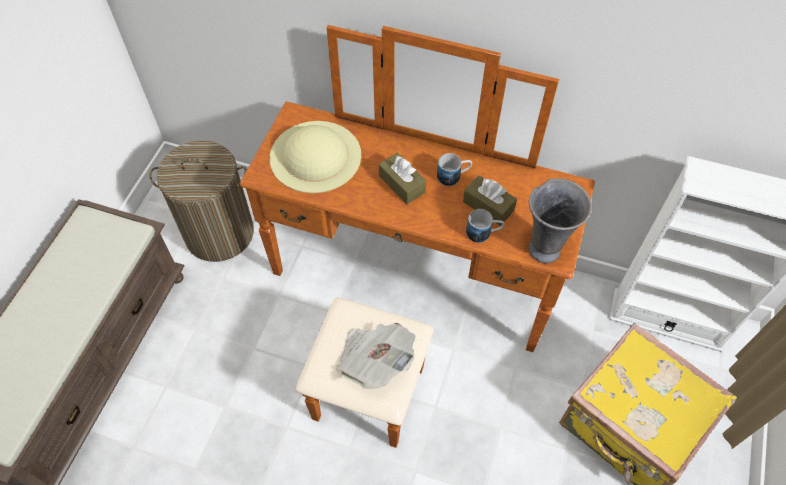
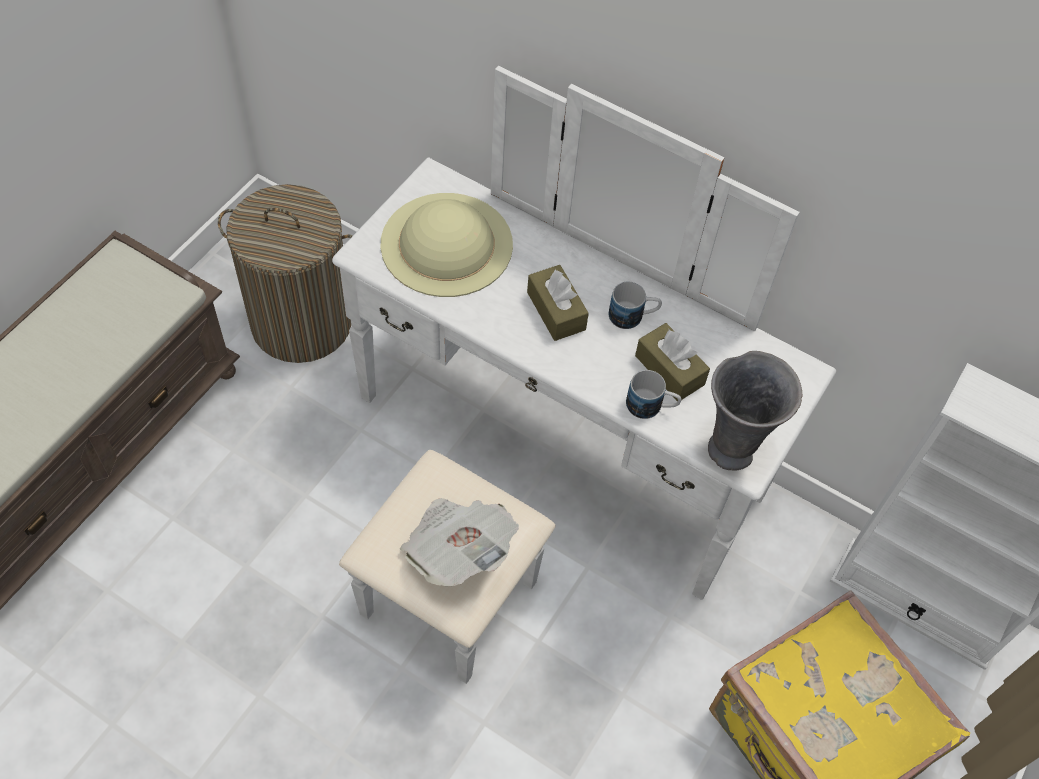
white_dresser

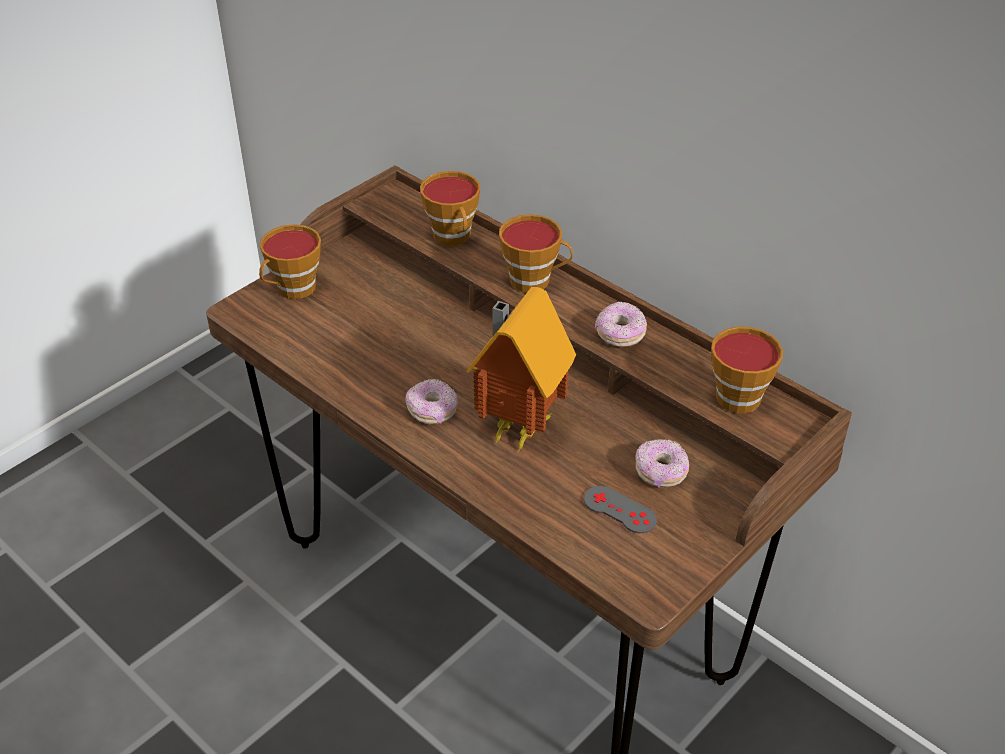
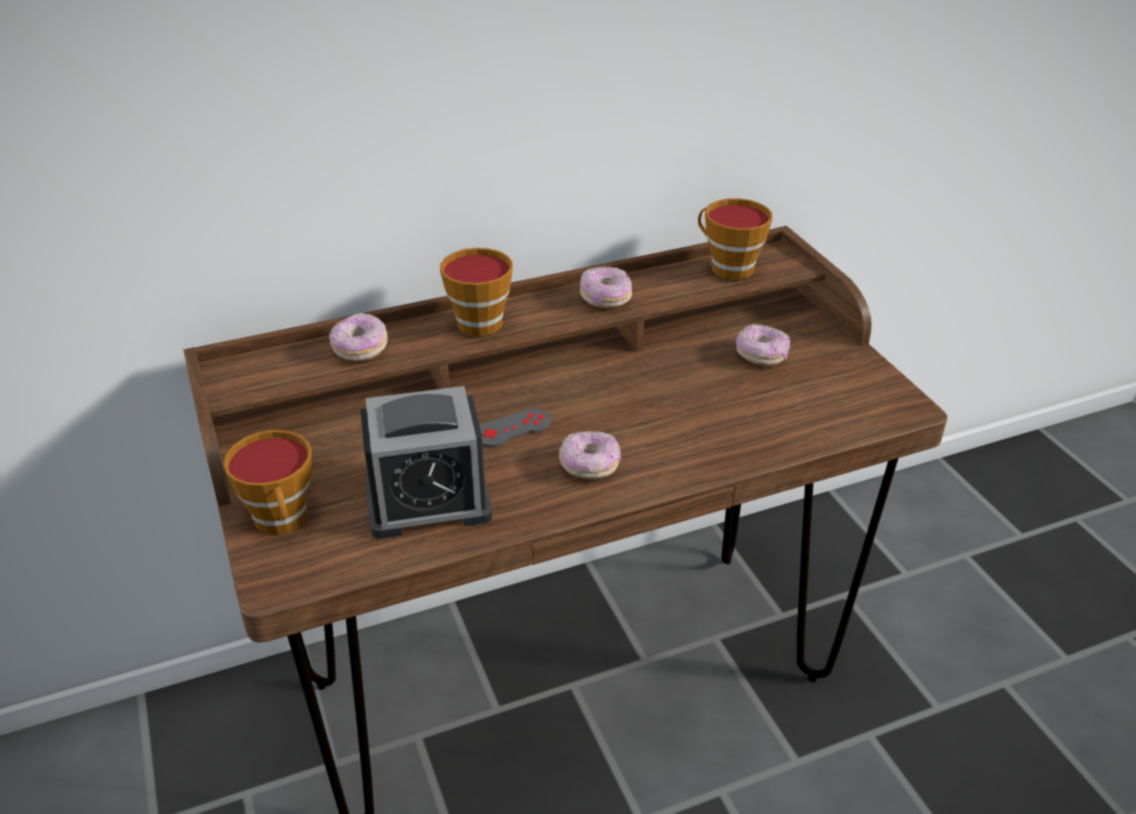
donut (1st from left)
alarm_clock
grey_game_controller
toy_house

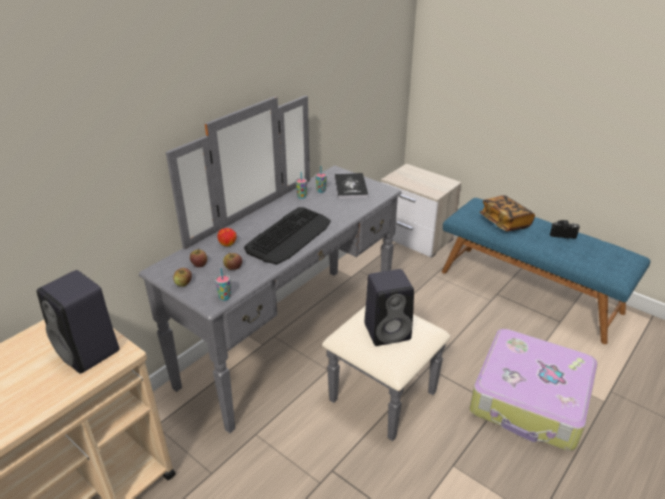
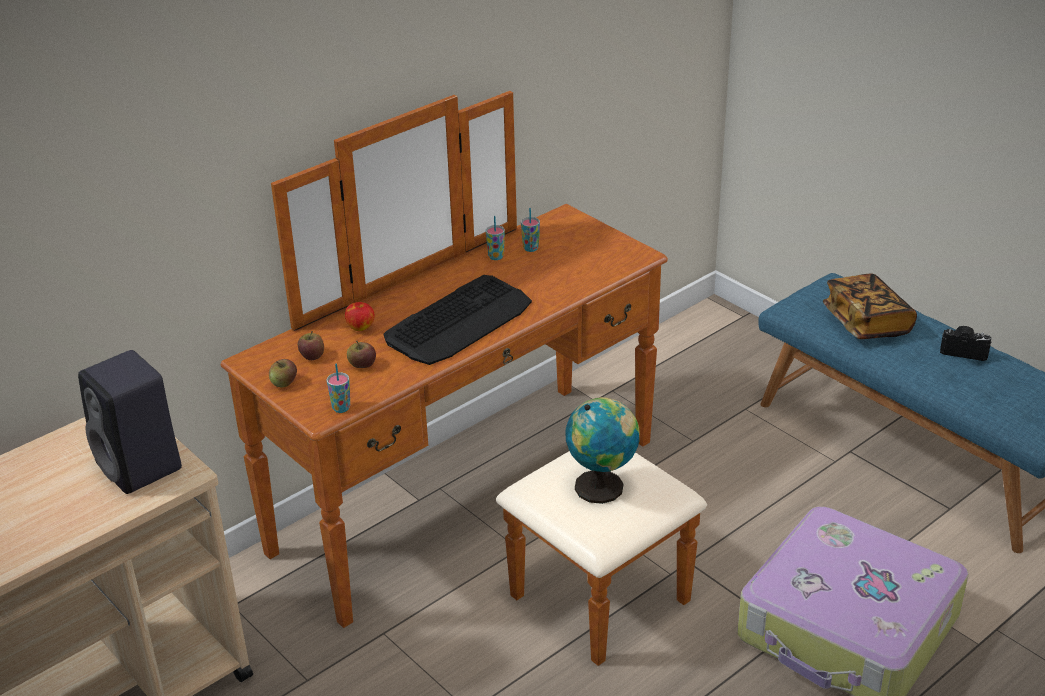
brown_dresser
globe
book (1st from left in the first image)
nightstand

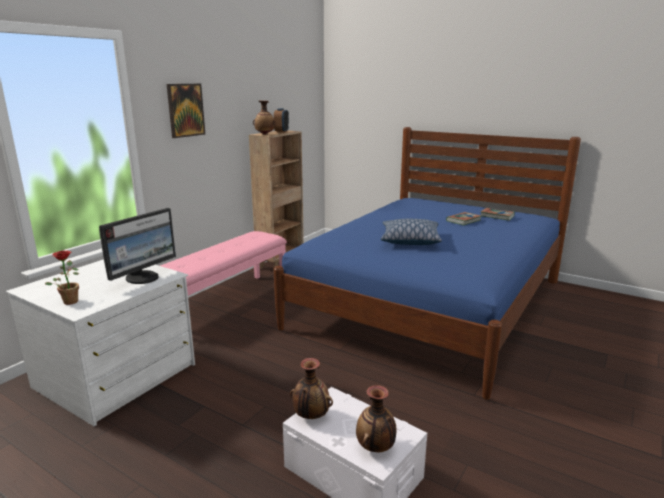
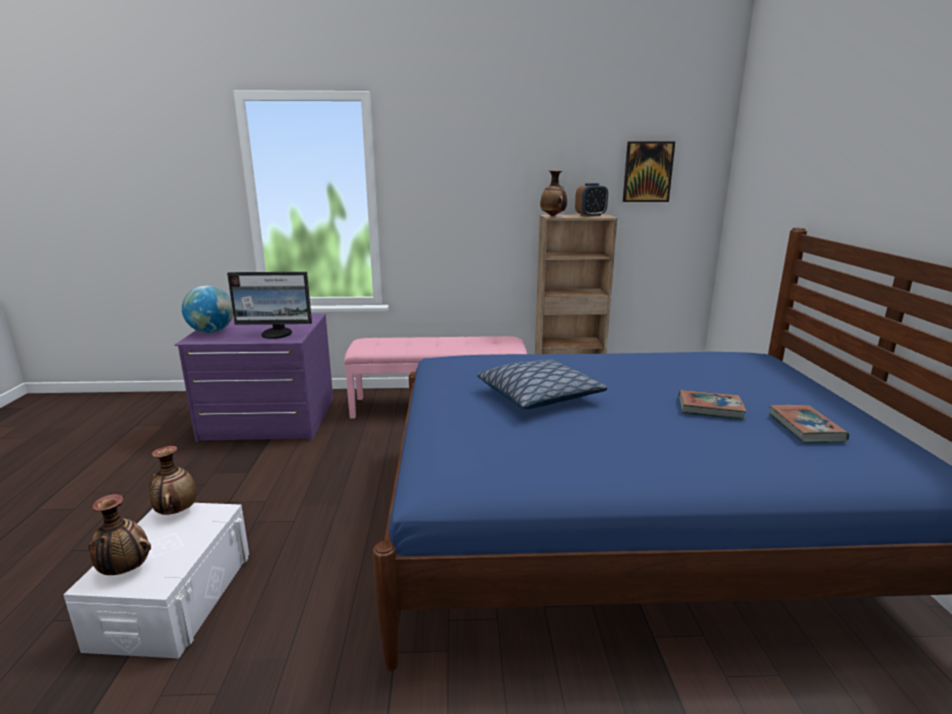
purple_dresser
globe
picture

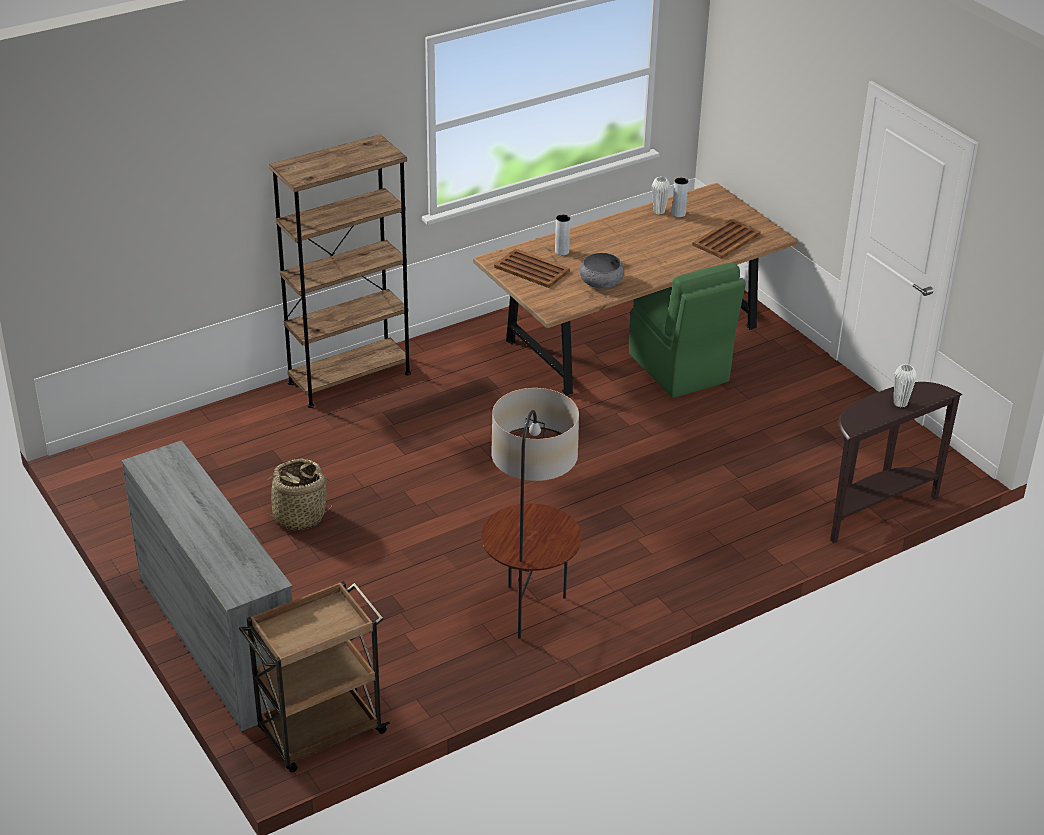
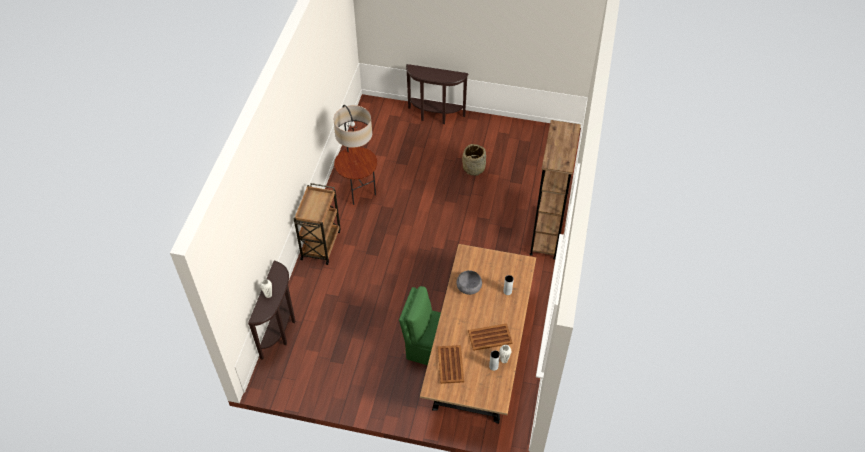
brown_cart
brown_console_table (2nd from left)
brown_tray (2nd from left)

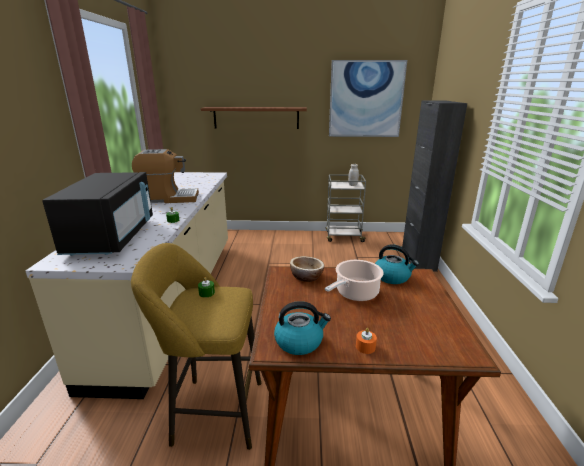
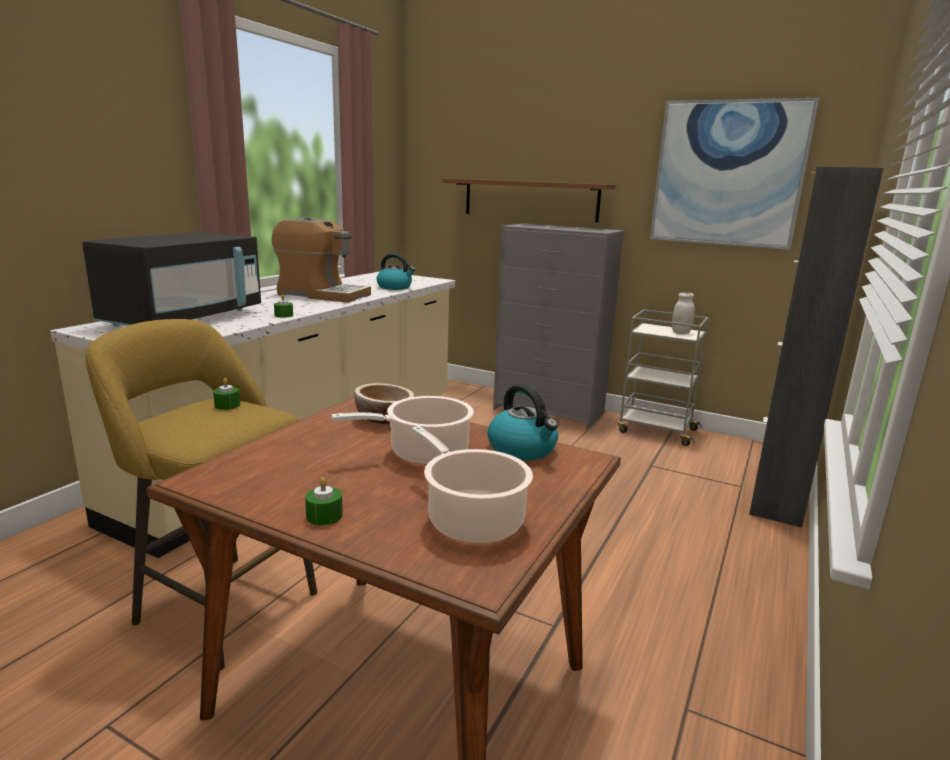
green_candle (3rd from left)
kettle (1st from left)
cooking_pot (2nd from left)
grey_dresser

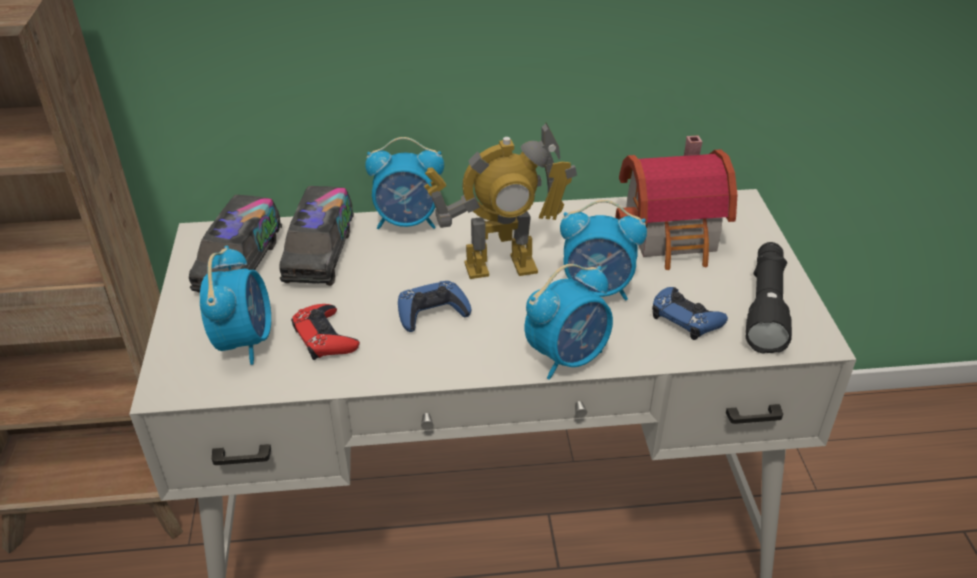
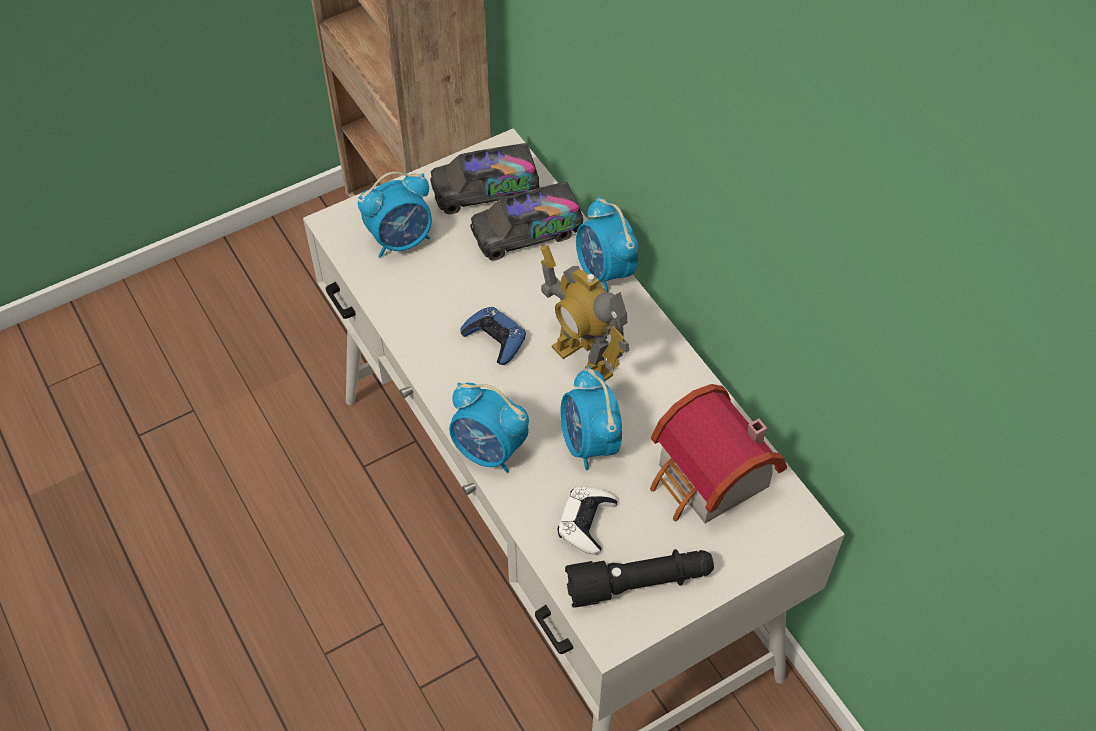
white_game_controller
red_game_controller

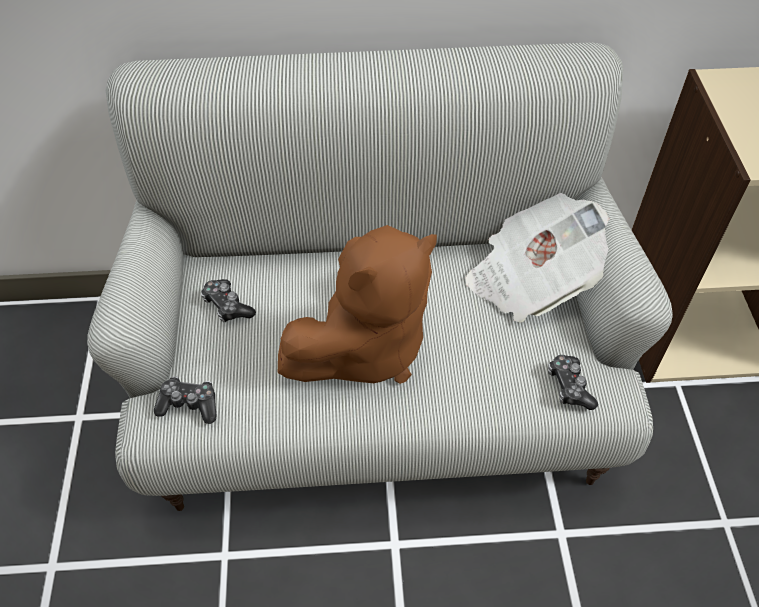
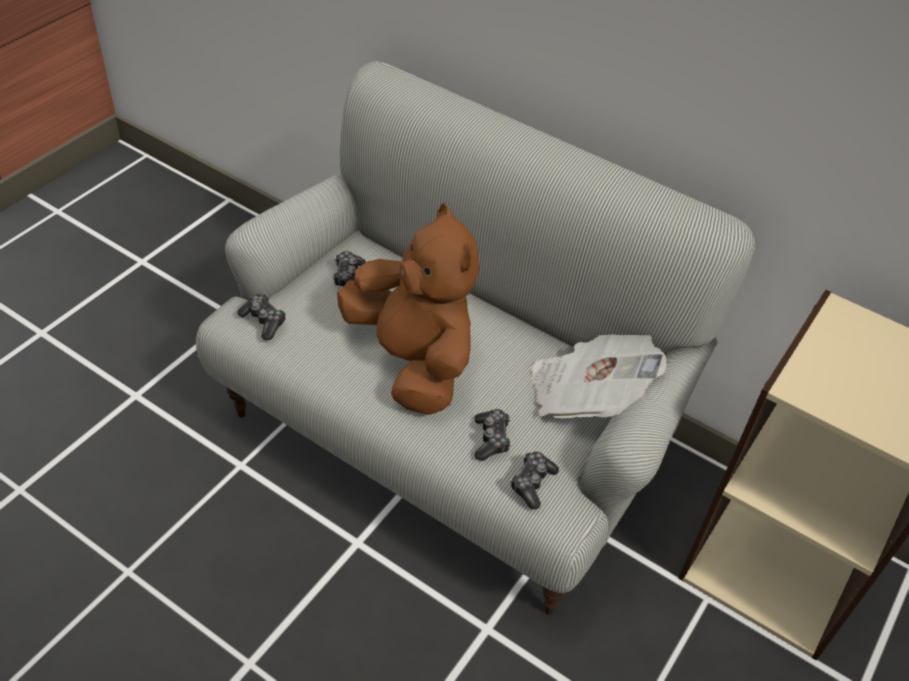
brown_plush_toy
game_controller (3rd from left)

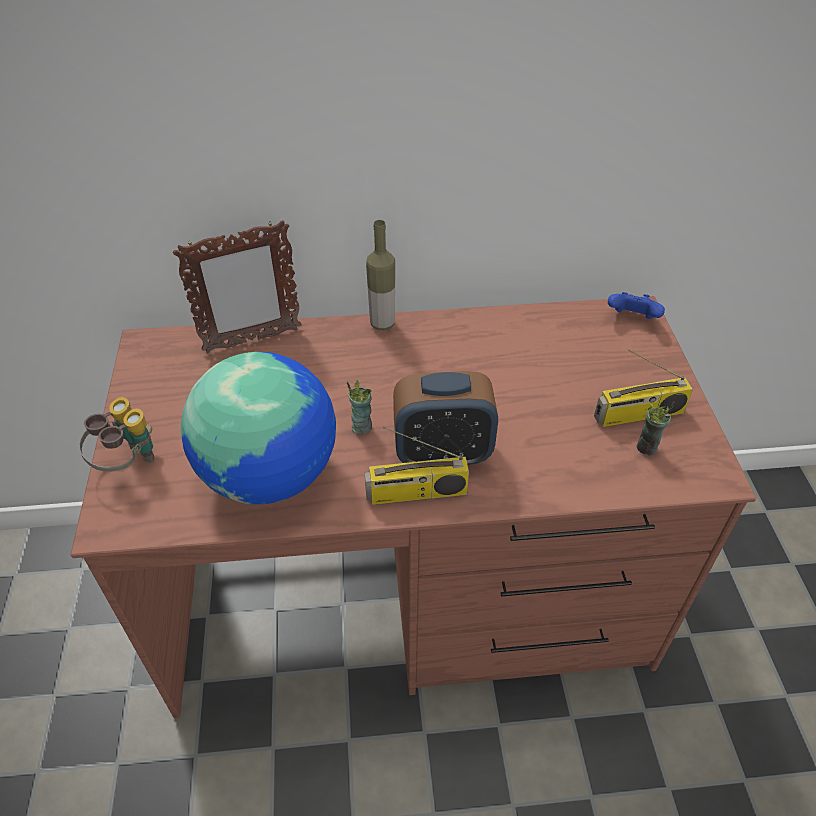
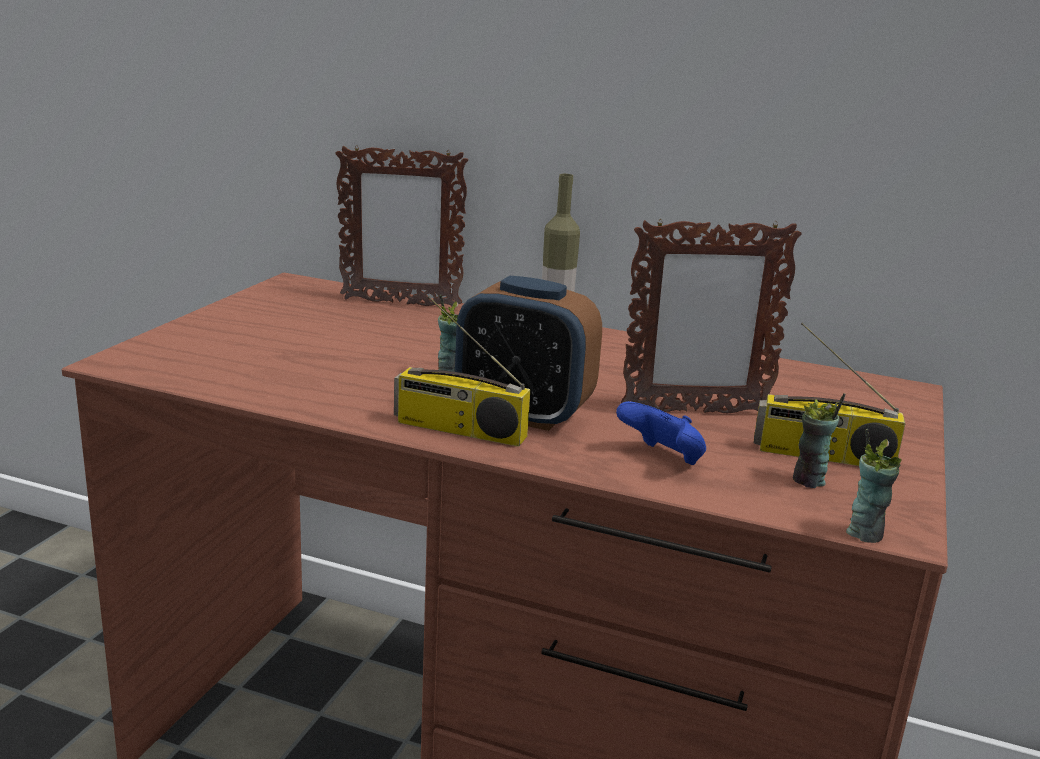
blue_game_controller
picture_frame (2nd from left)
cup (3rd from left)
binoculars
globe

